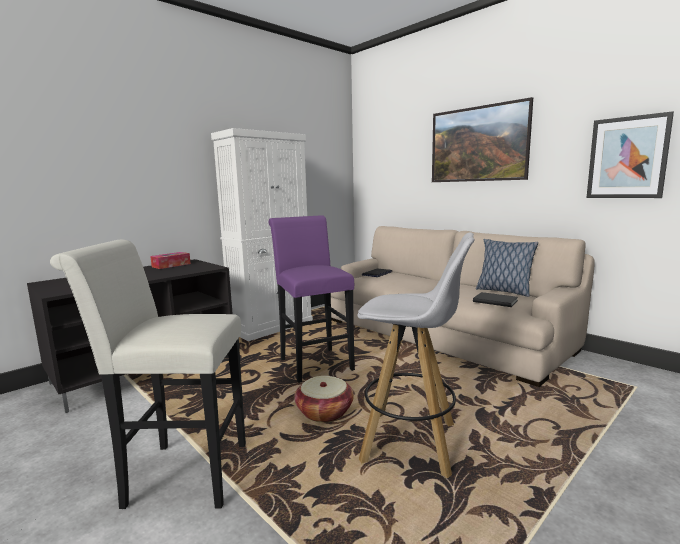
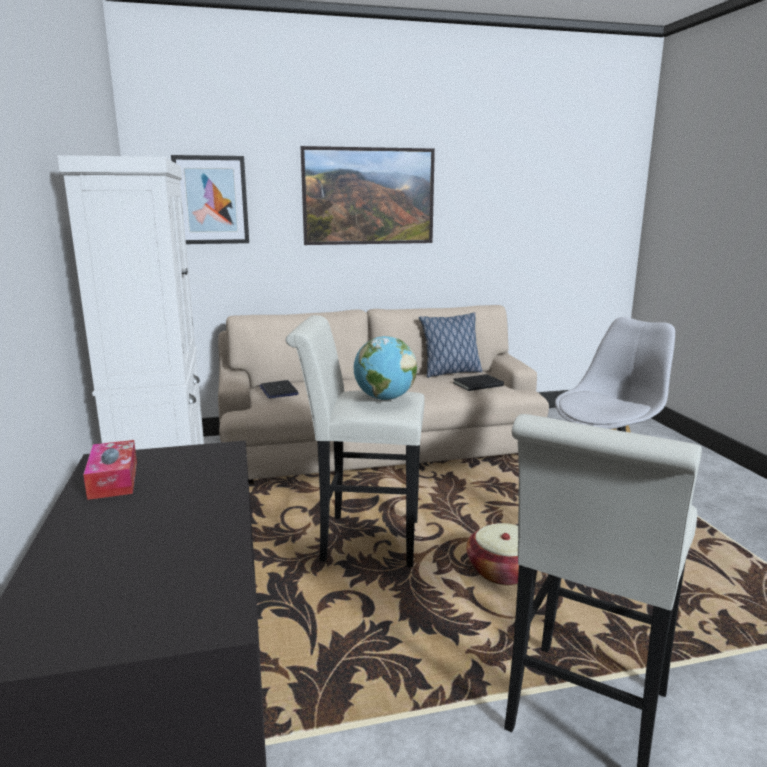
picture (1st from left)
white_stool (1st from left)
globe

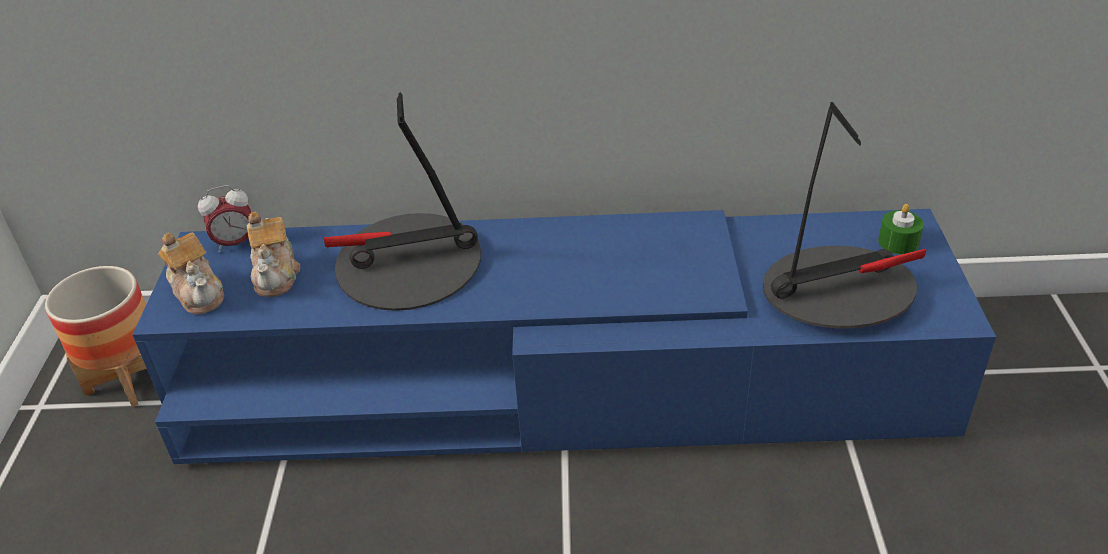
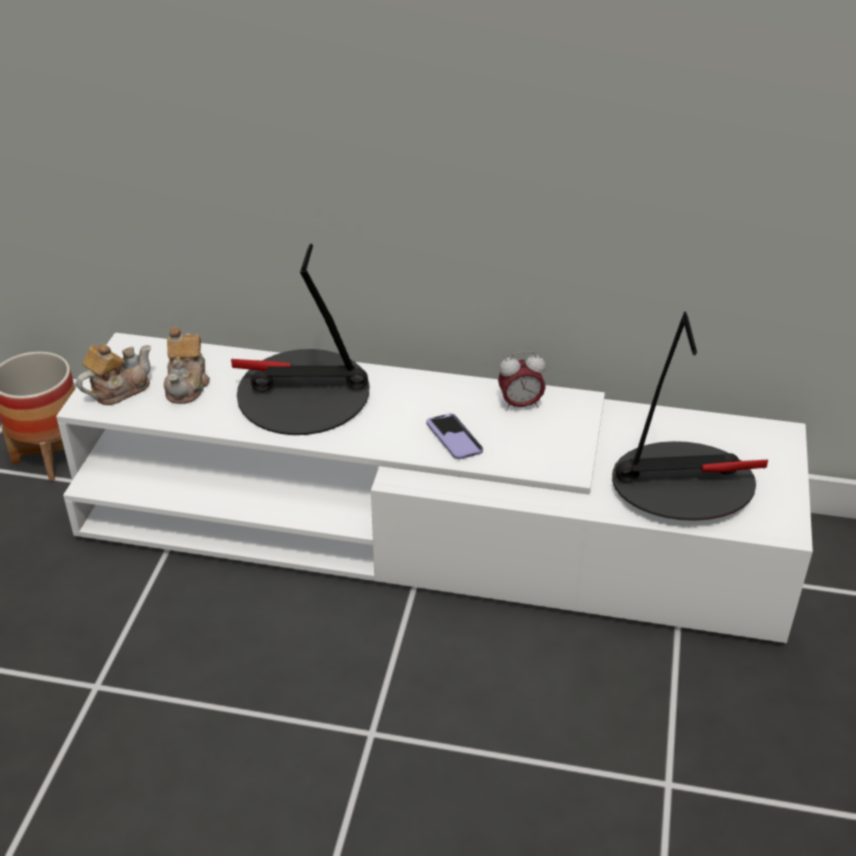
white_tv_stand
teapot (1st from left)
phone
alarm_clock
green_candle

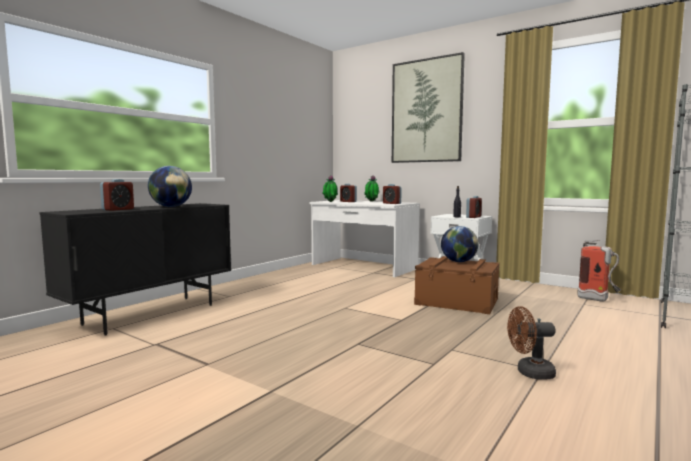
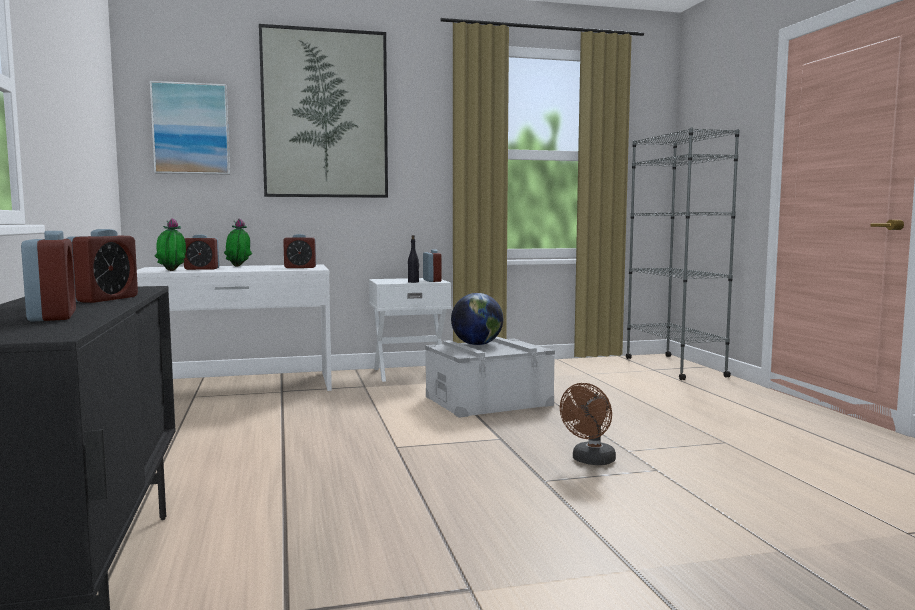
alarm_clock (2nd from left)
picture (1st from left)
grey_storage_box
brown_fan
fire_extinguisher

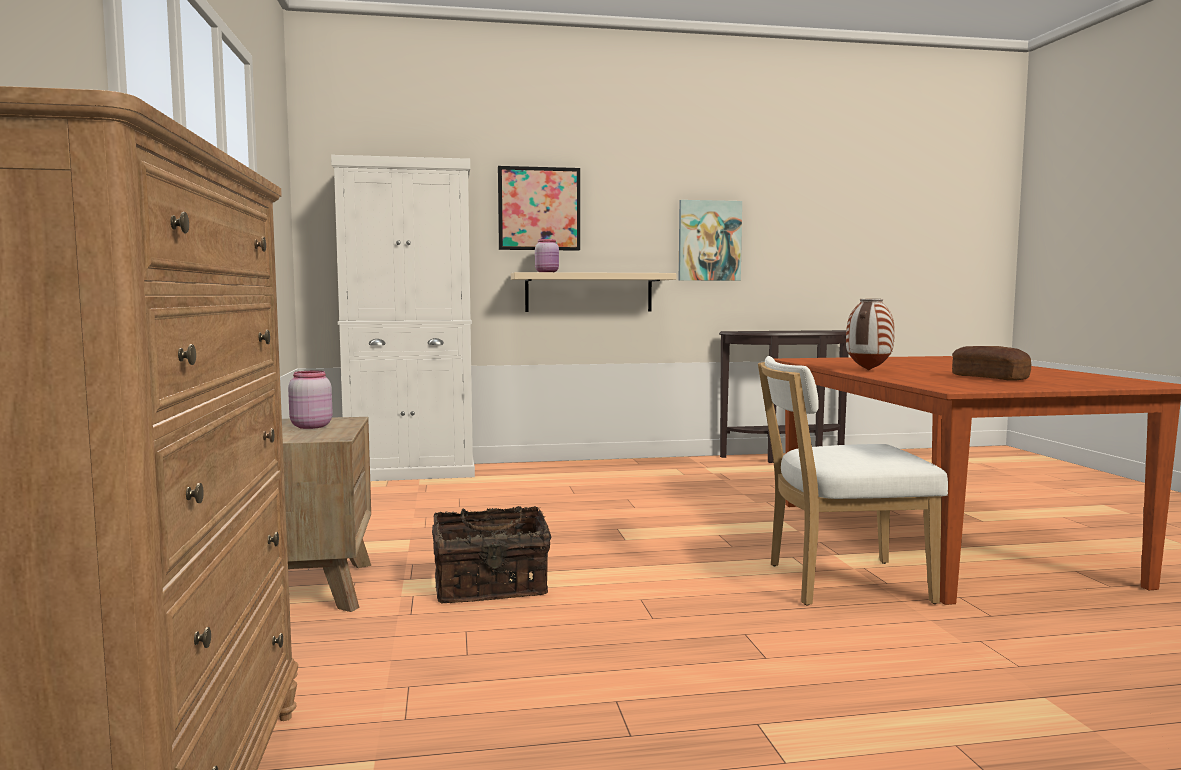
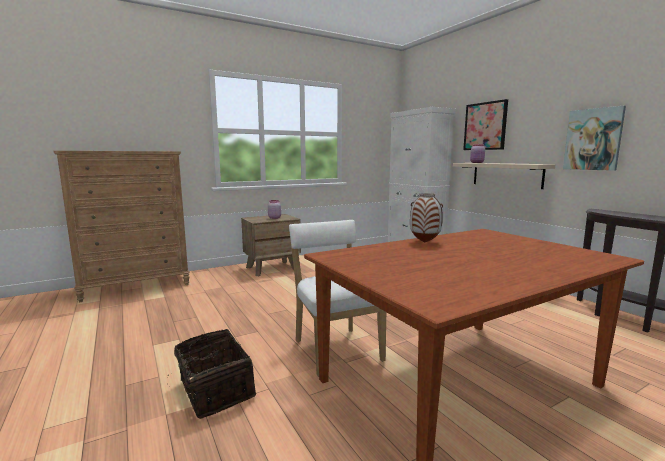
basket
bread

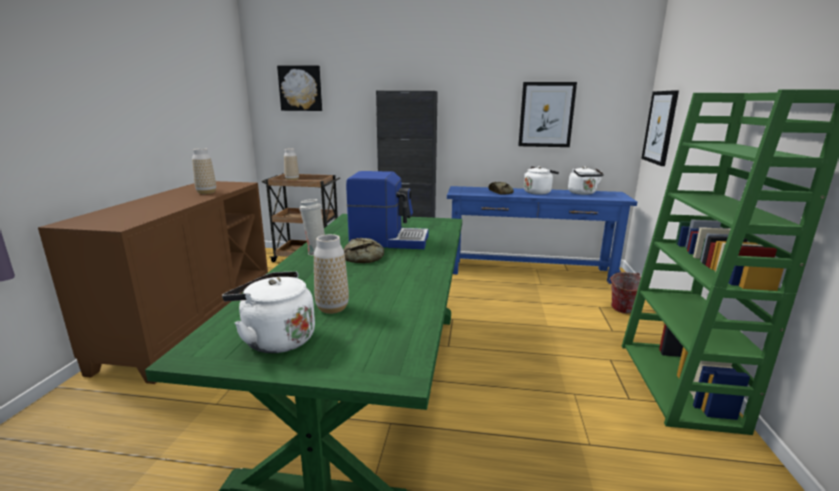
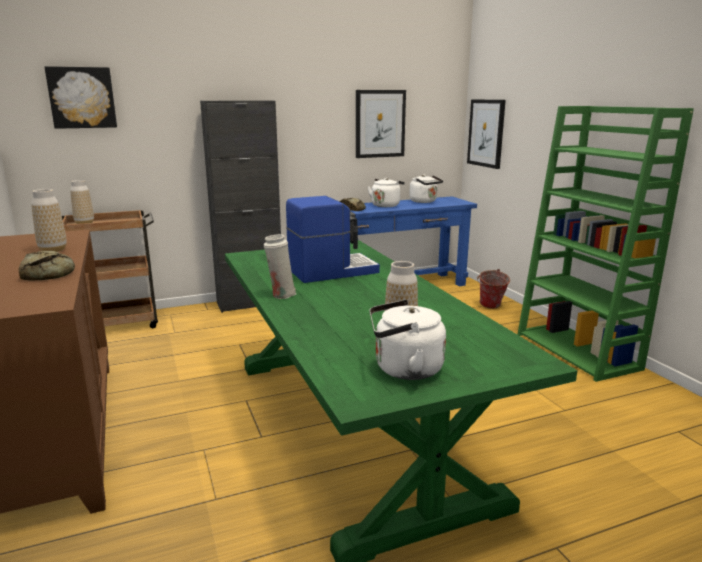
bread (1st from left)

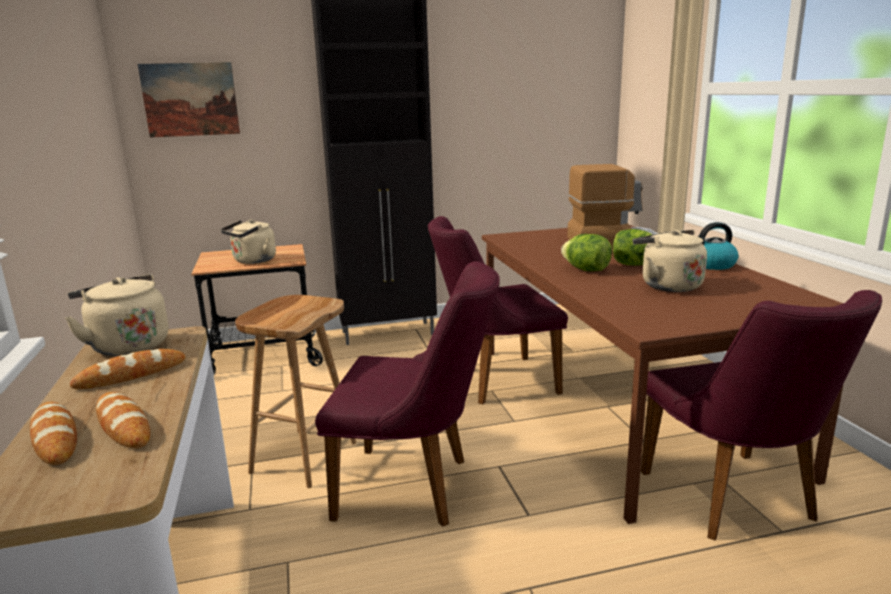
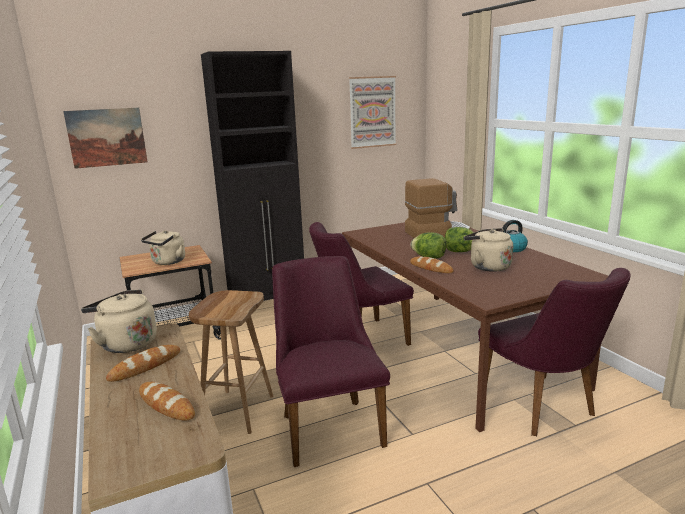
purple_chair (1st from left)
picture (2nd from left)
bread (3rd from left)

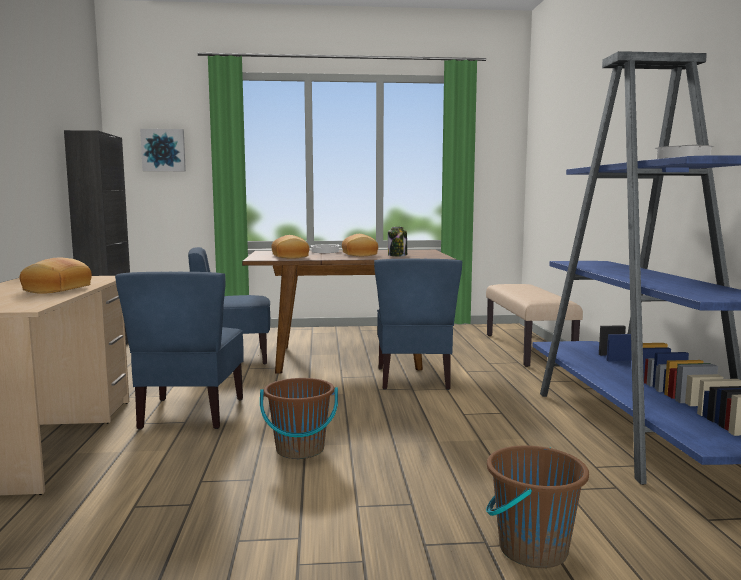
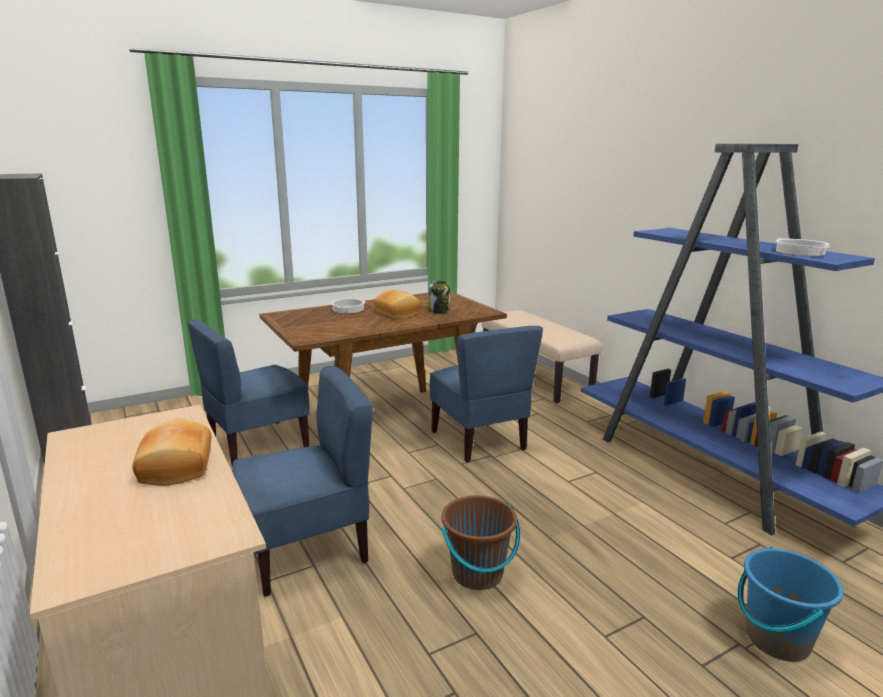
blue_chair (2nd from left)
blue_bucket
picture
bread (2nd from left in the first image)

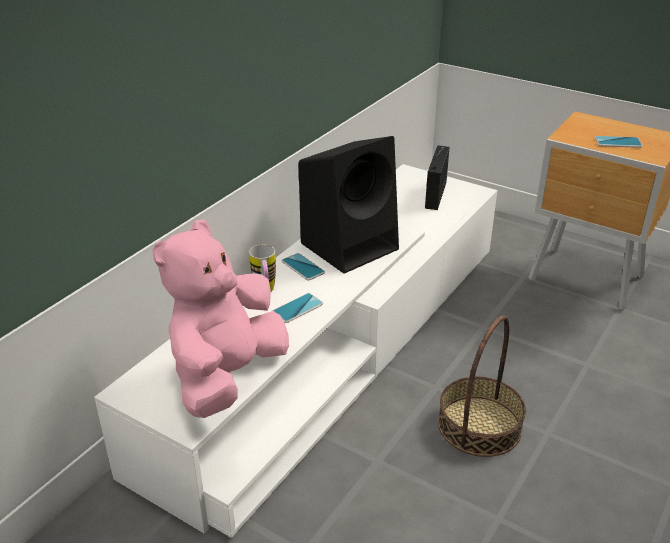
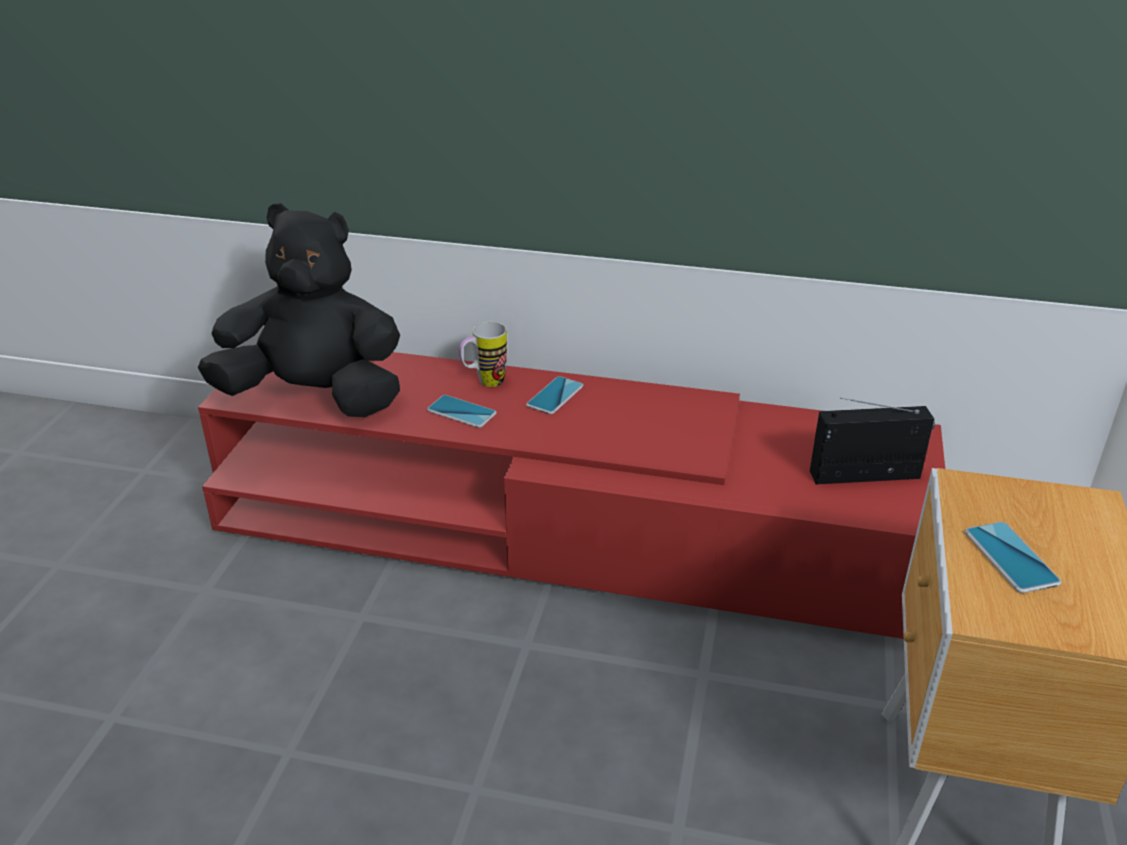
black_plush_toy
red_tv_stand
black_speaker
basket

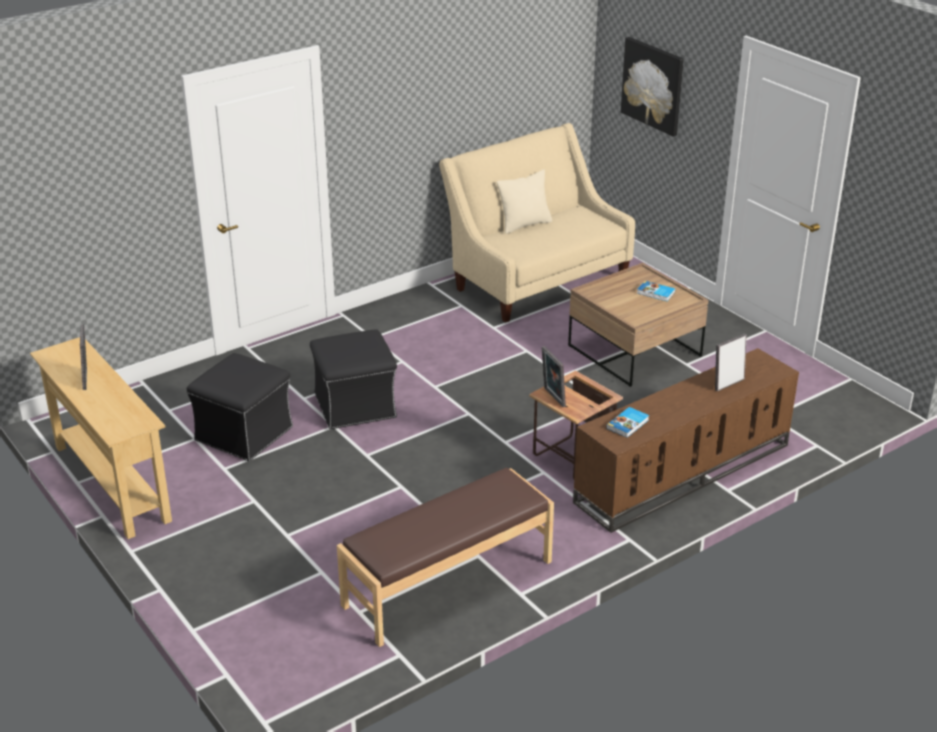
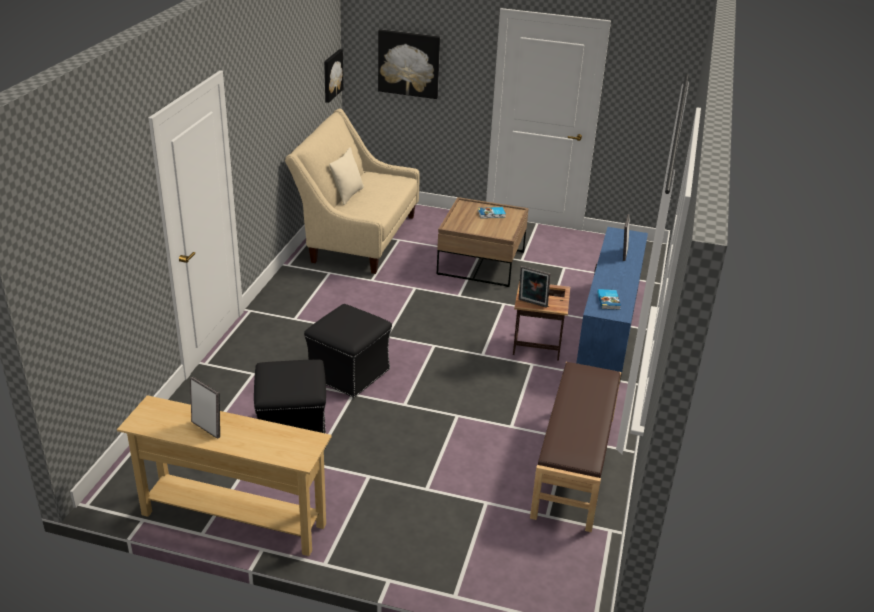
picture (1st from left)
blue_tv_stand

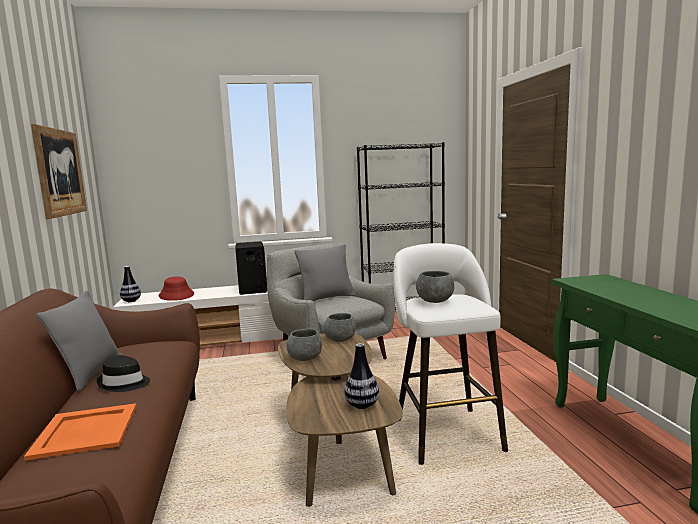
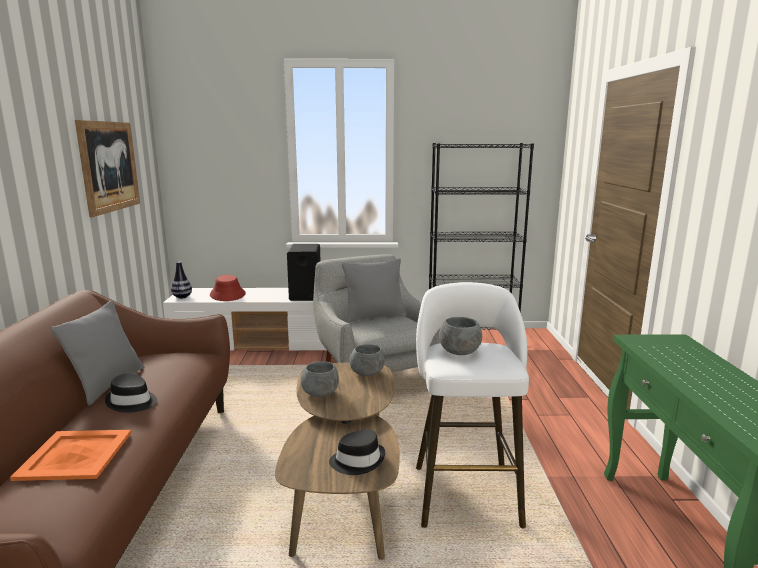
black_hat (2nd from left)

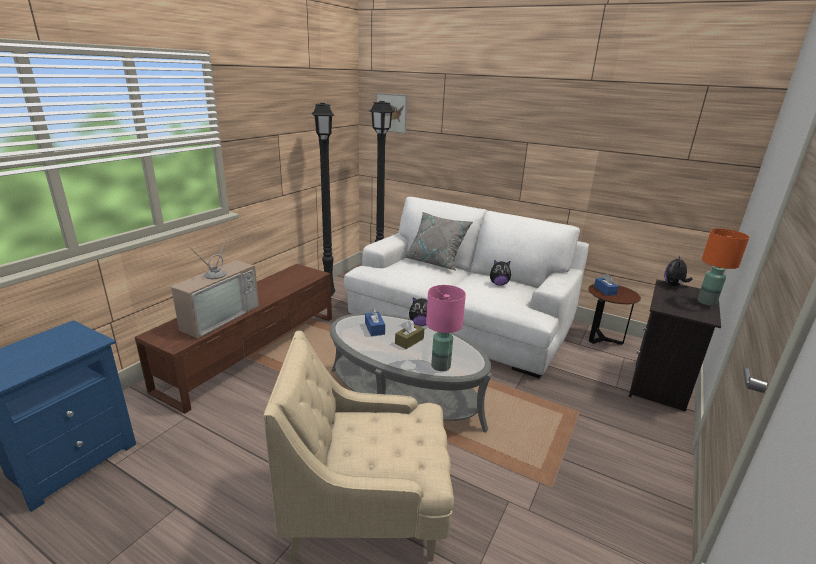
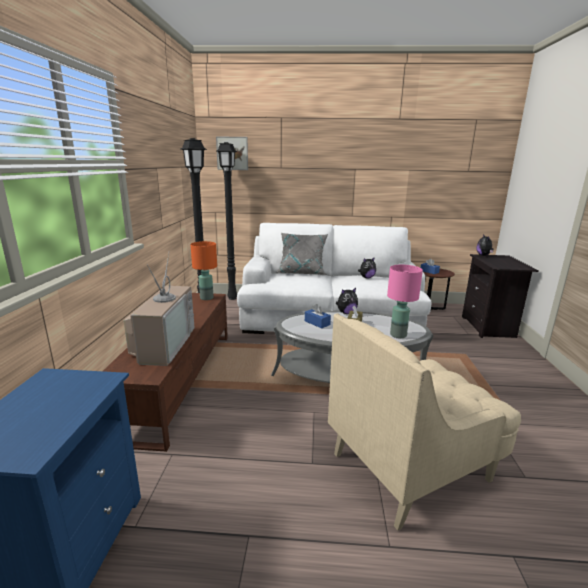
orange_table_lamp

